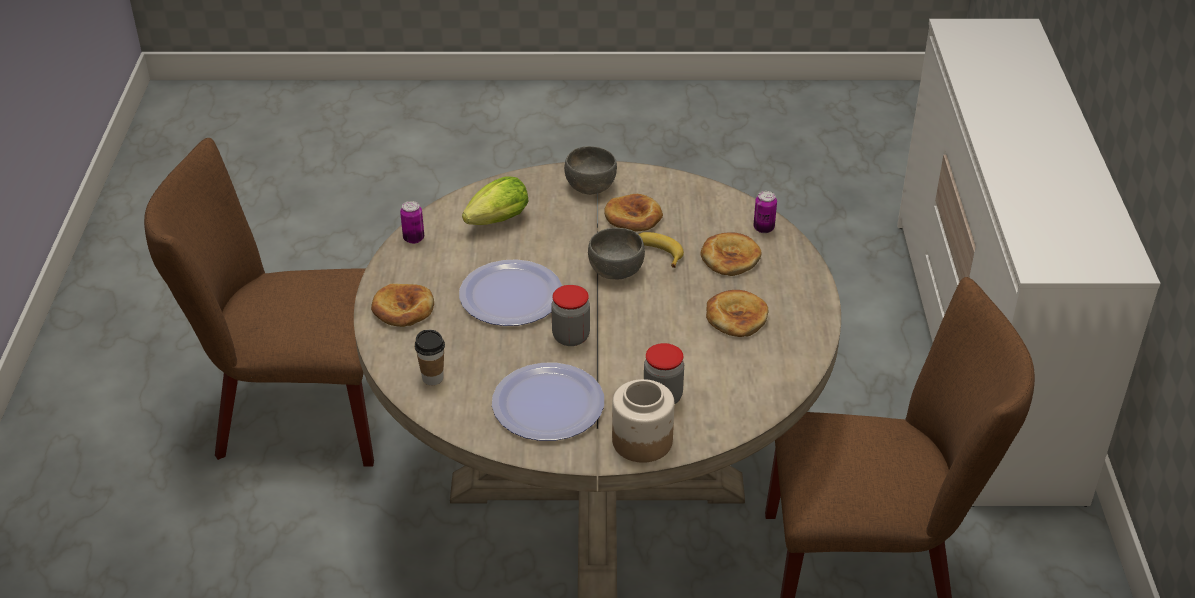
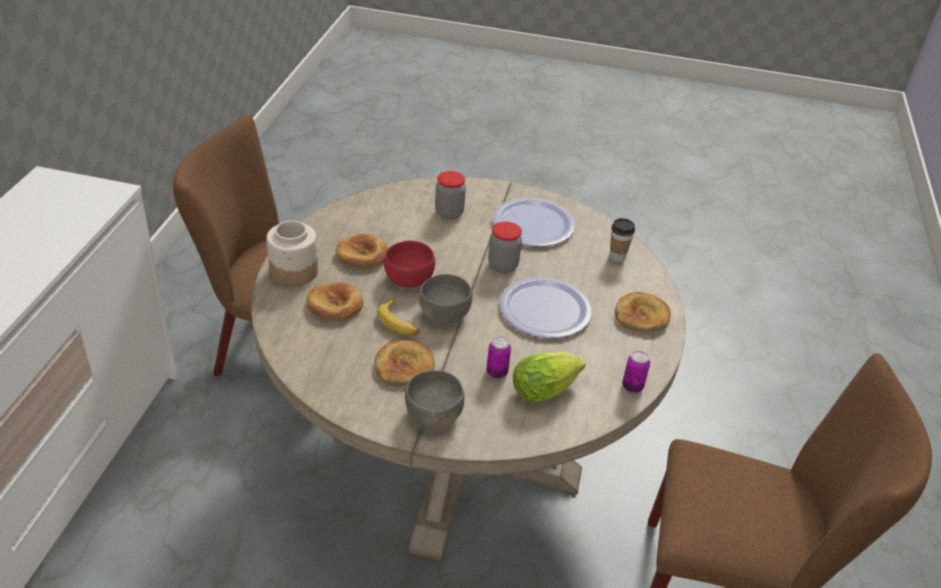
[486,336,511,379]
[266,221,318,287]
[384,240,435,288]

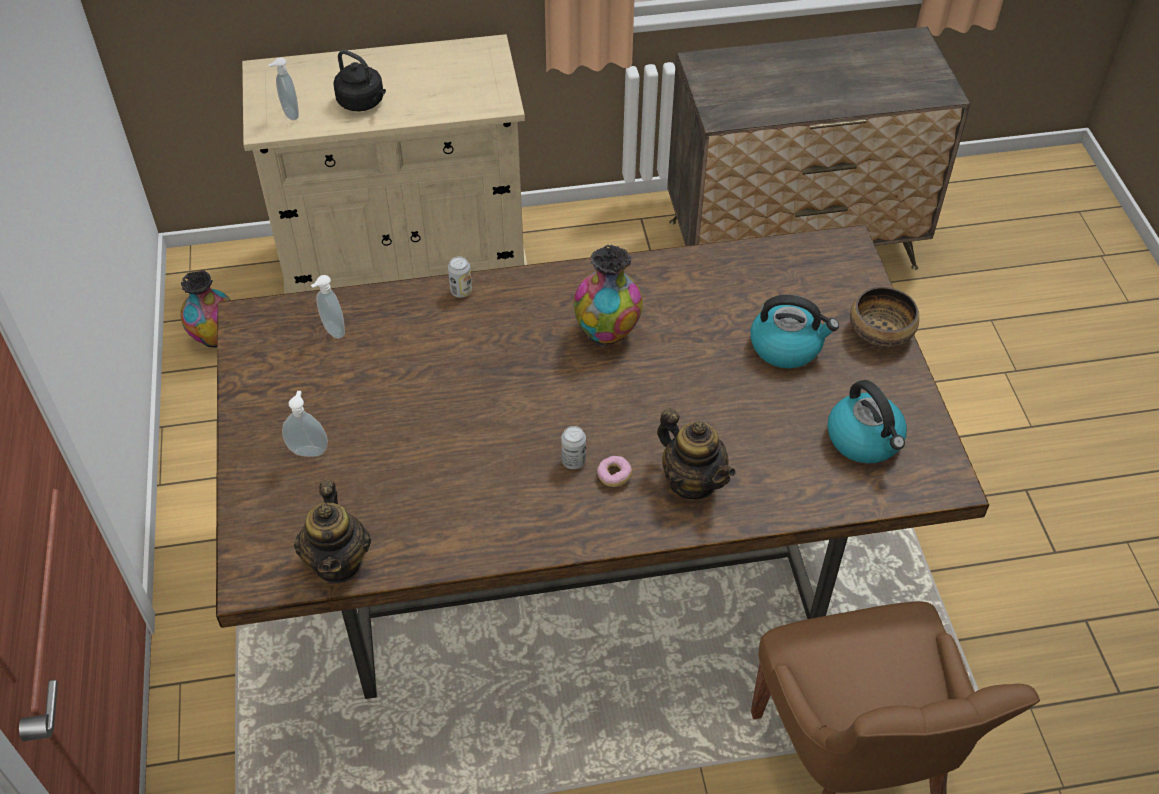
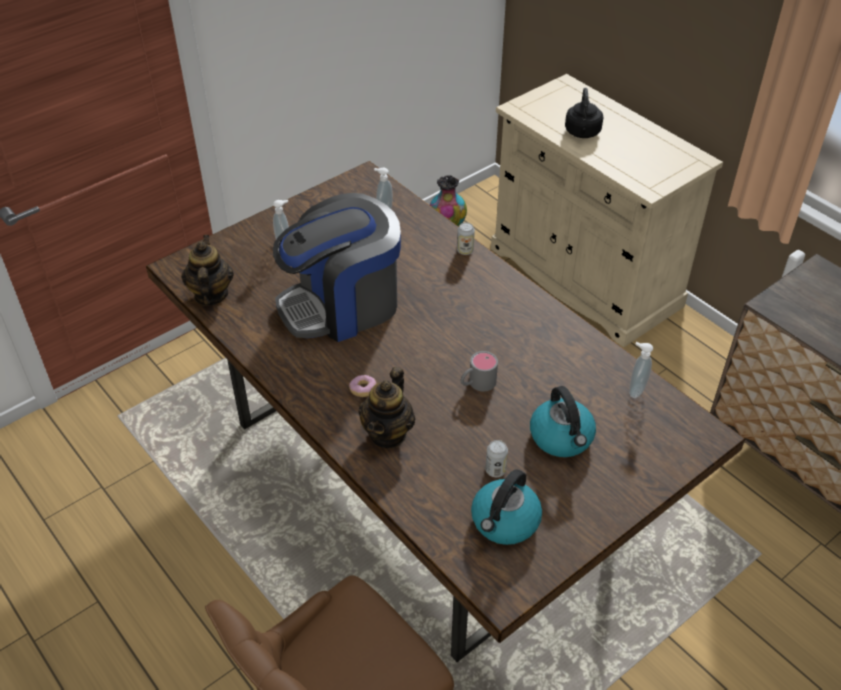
[629,342,653,398]
[574,245,643,347] (first image)
[850,287,919,348] (first image)
[485,440,508,477]
[181,235,234,306]
[273,193,401,342]
[461,351,498,391]

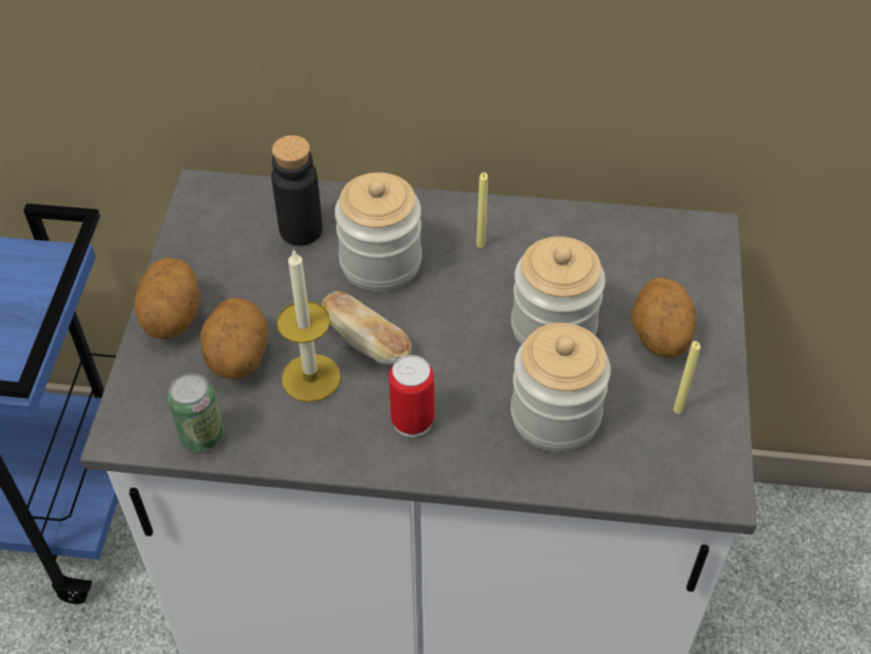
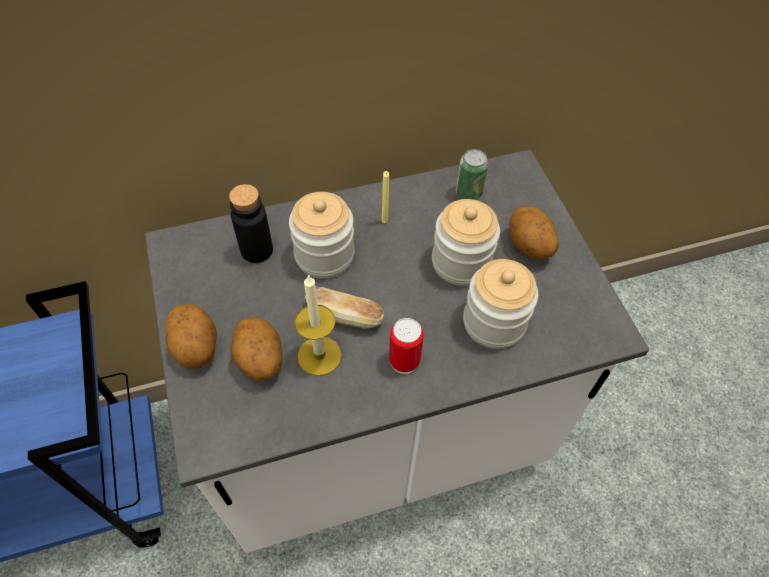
[673,341,701,414] (first image)
[456,149,488,200]

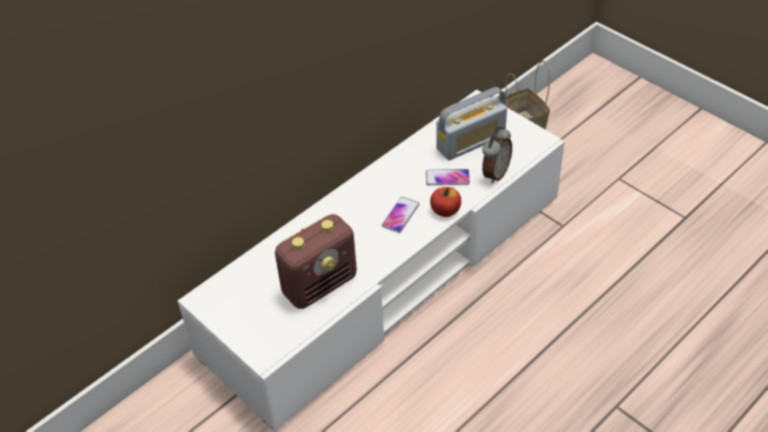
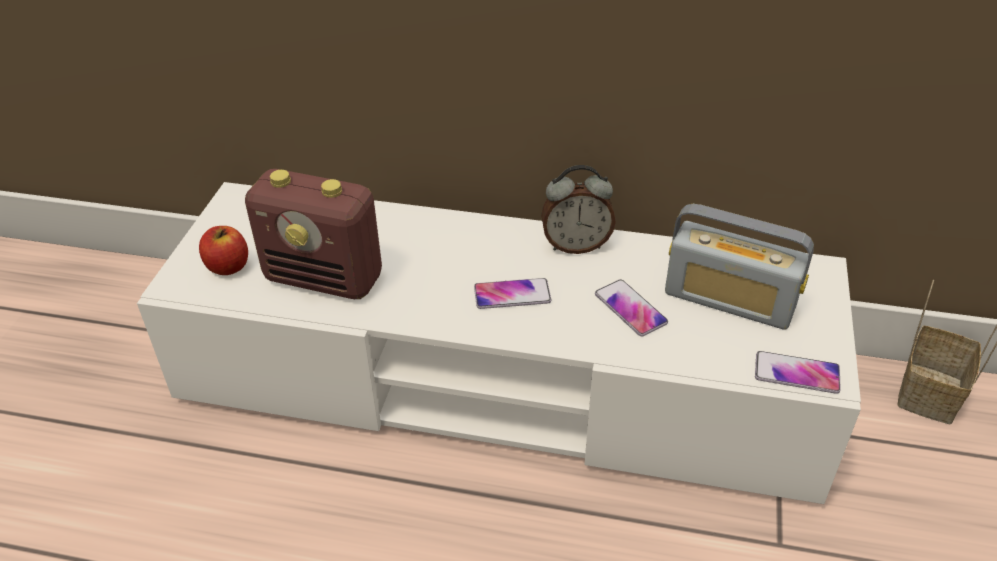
[541,165,616,254]
[199,226,248,275]
[755,351,841,394]

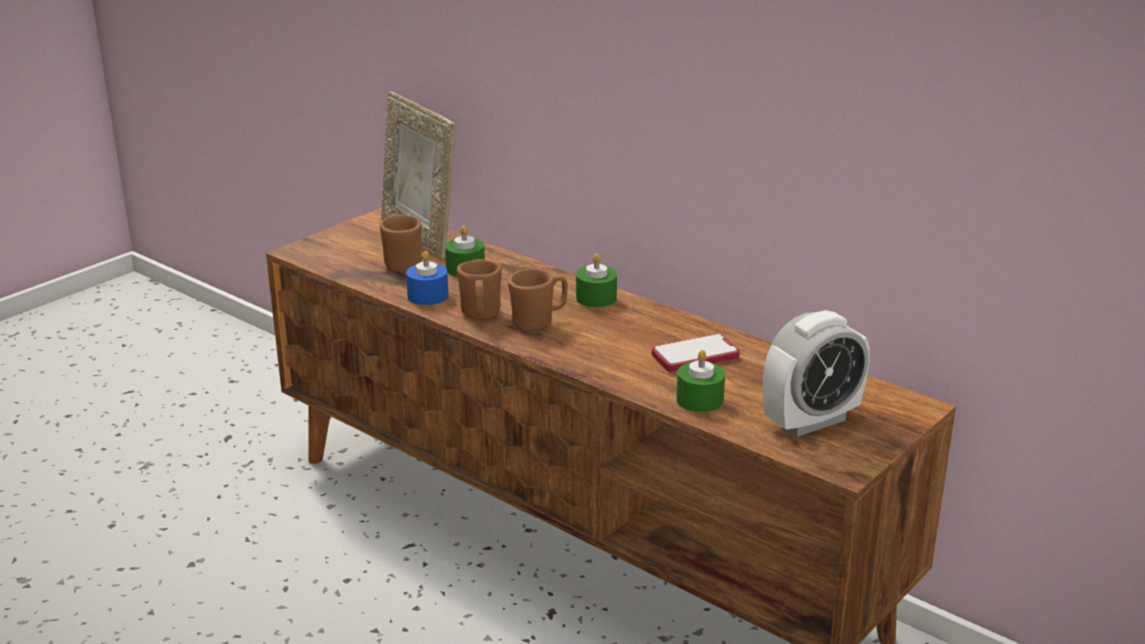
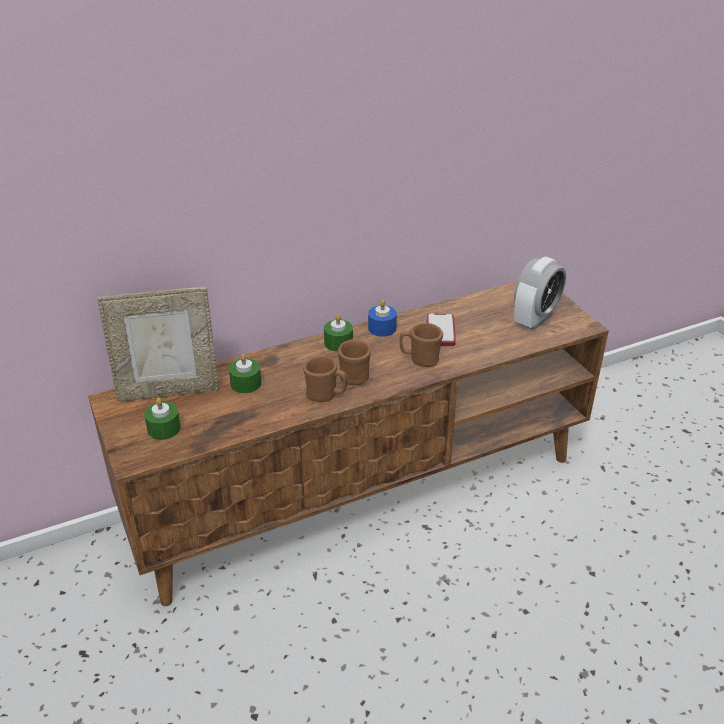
[400,323,443,367]
[368,300,397,337]
[514,257,566,330]
[144,398,181,440]

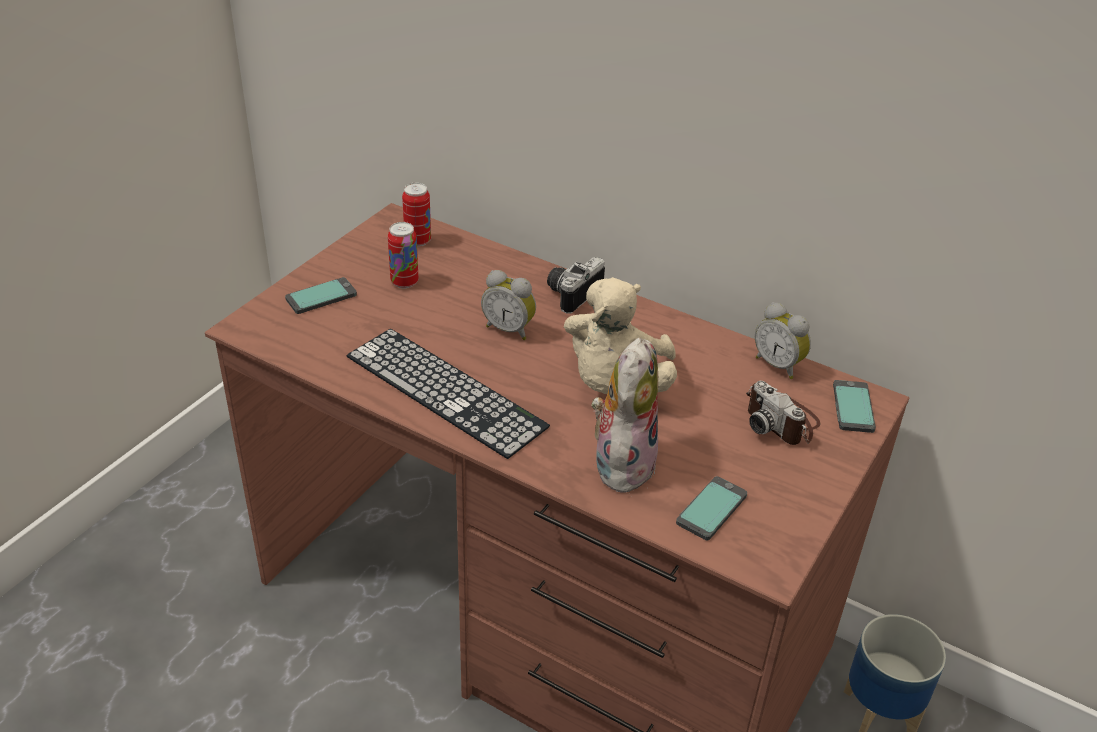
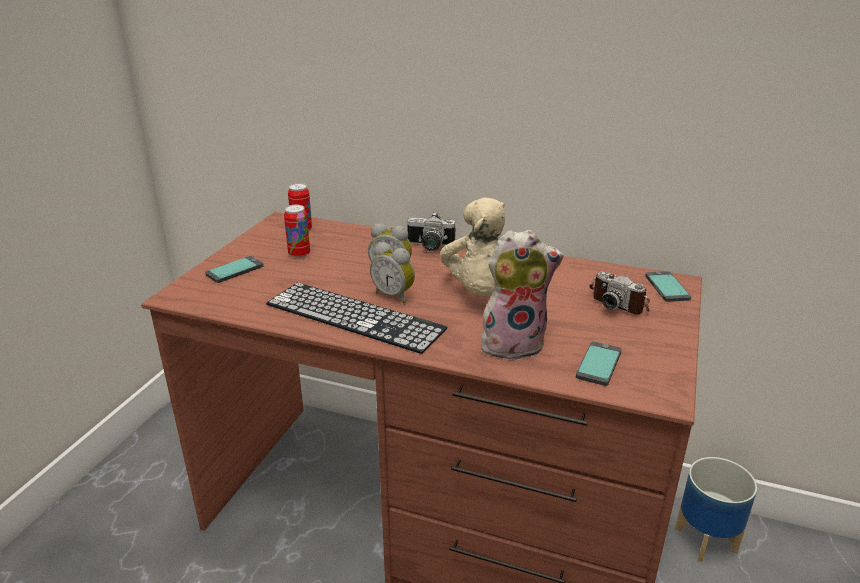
[407,212,455,251]
[370,242,415,304]
[481,230,564,360]

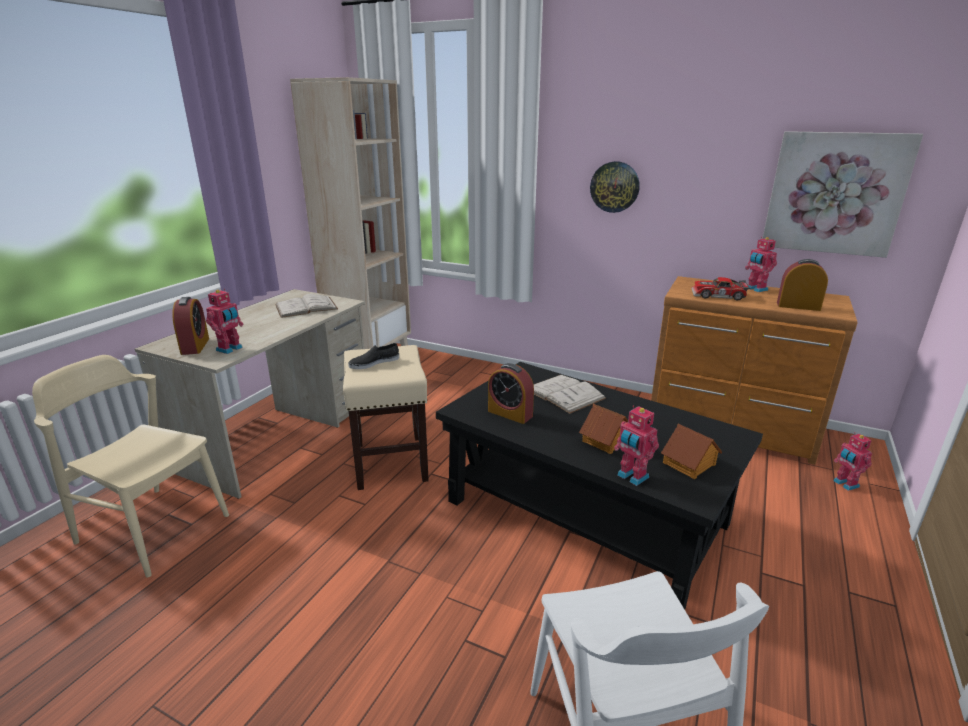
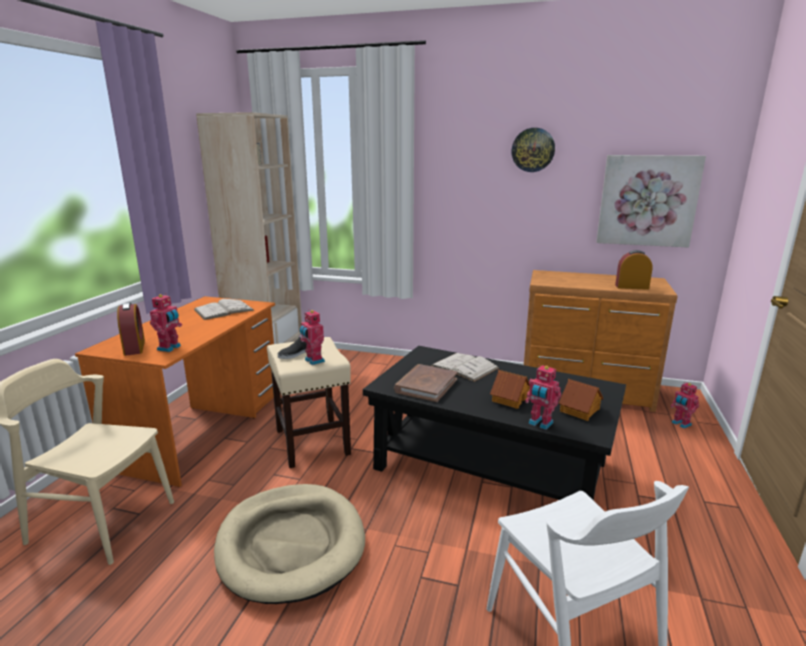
[512,128,555,172]
[300,309,325,365]
[691,277,750,301] (first image)
[75,296,275,487]
[394,364,458,402]
[214,484,365,604]

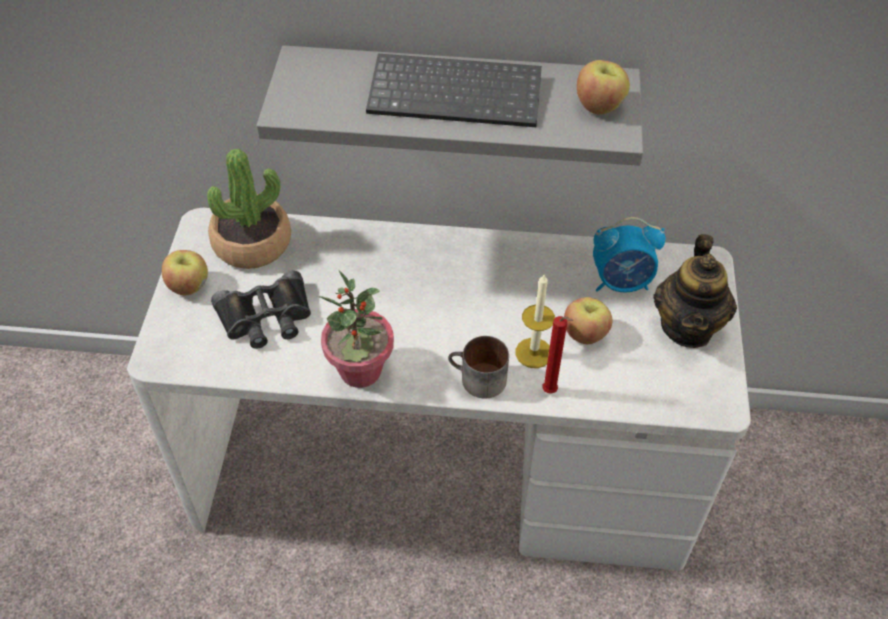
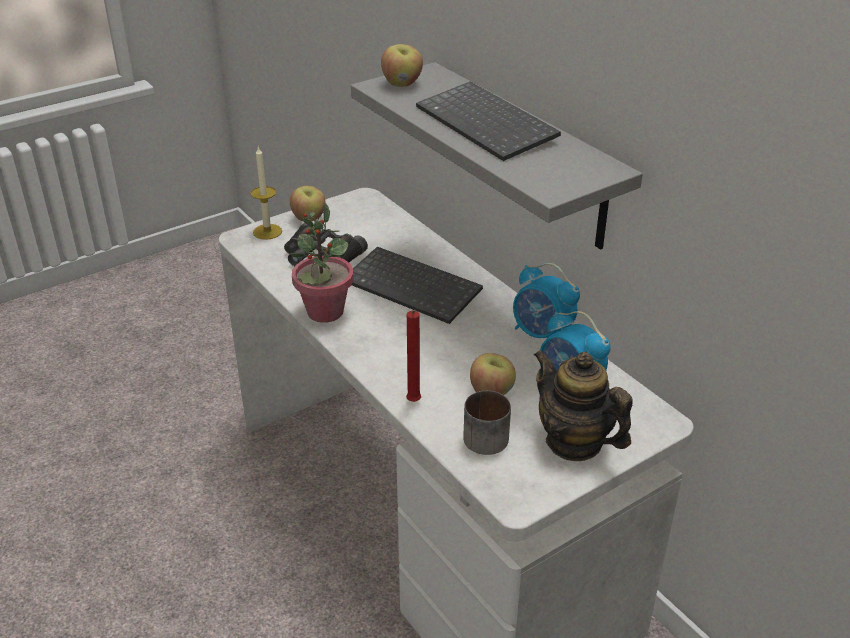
[381,44,423,87]
[207,149,291,269] (first image)
[534,350,633,461]
[251,147,282,240]
[463,391,511,455]
[352,247,483,324]
[513,263,580,338]

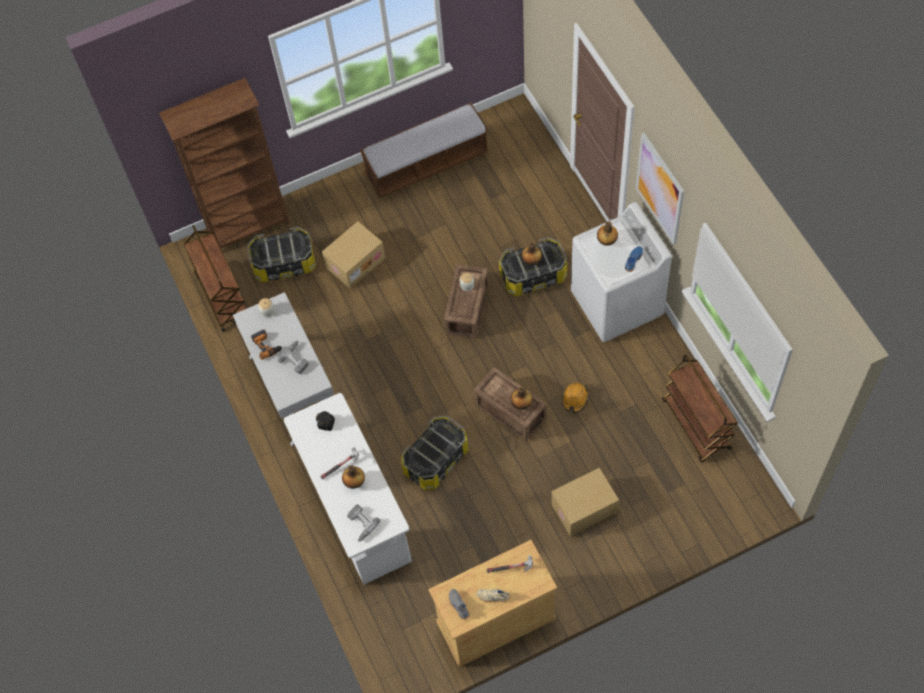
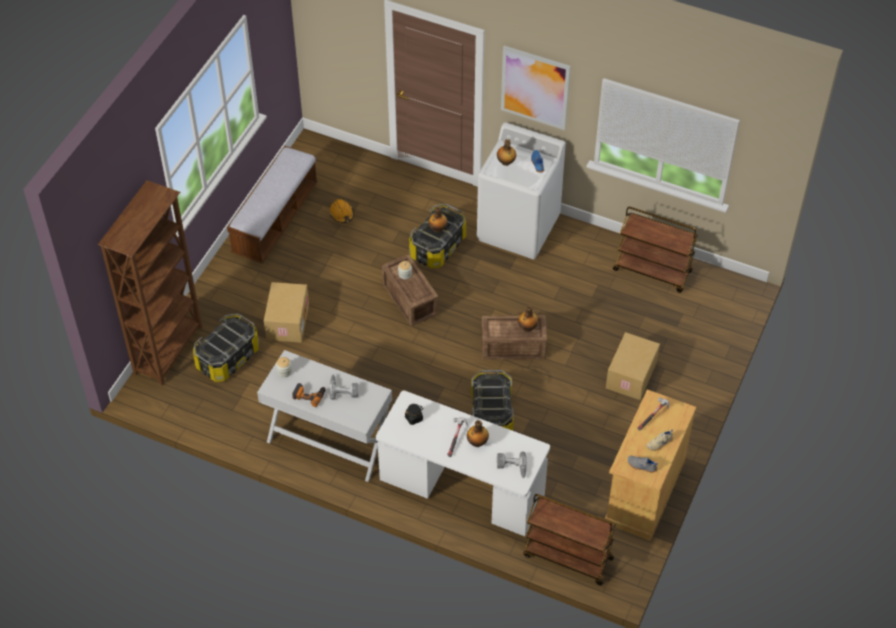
[523,494,616,585]
[330,199,354,223]

